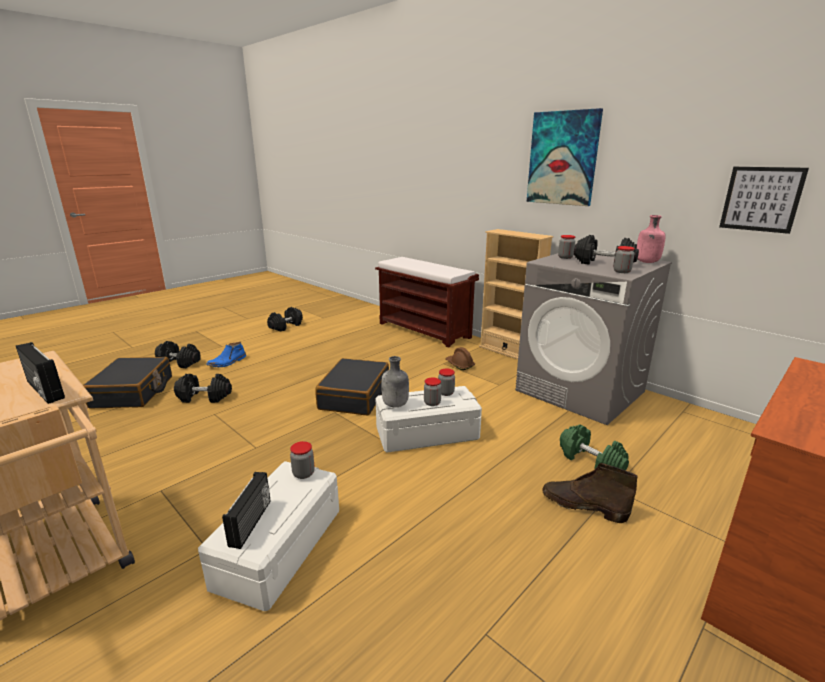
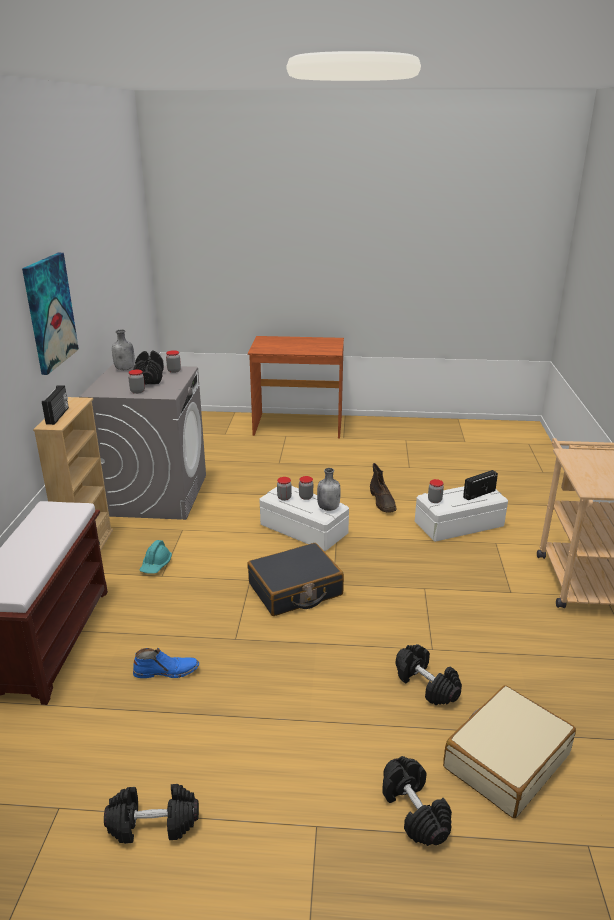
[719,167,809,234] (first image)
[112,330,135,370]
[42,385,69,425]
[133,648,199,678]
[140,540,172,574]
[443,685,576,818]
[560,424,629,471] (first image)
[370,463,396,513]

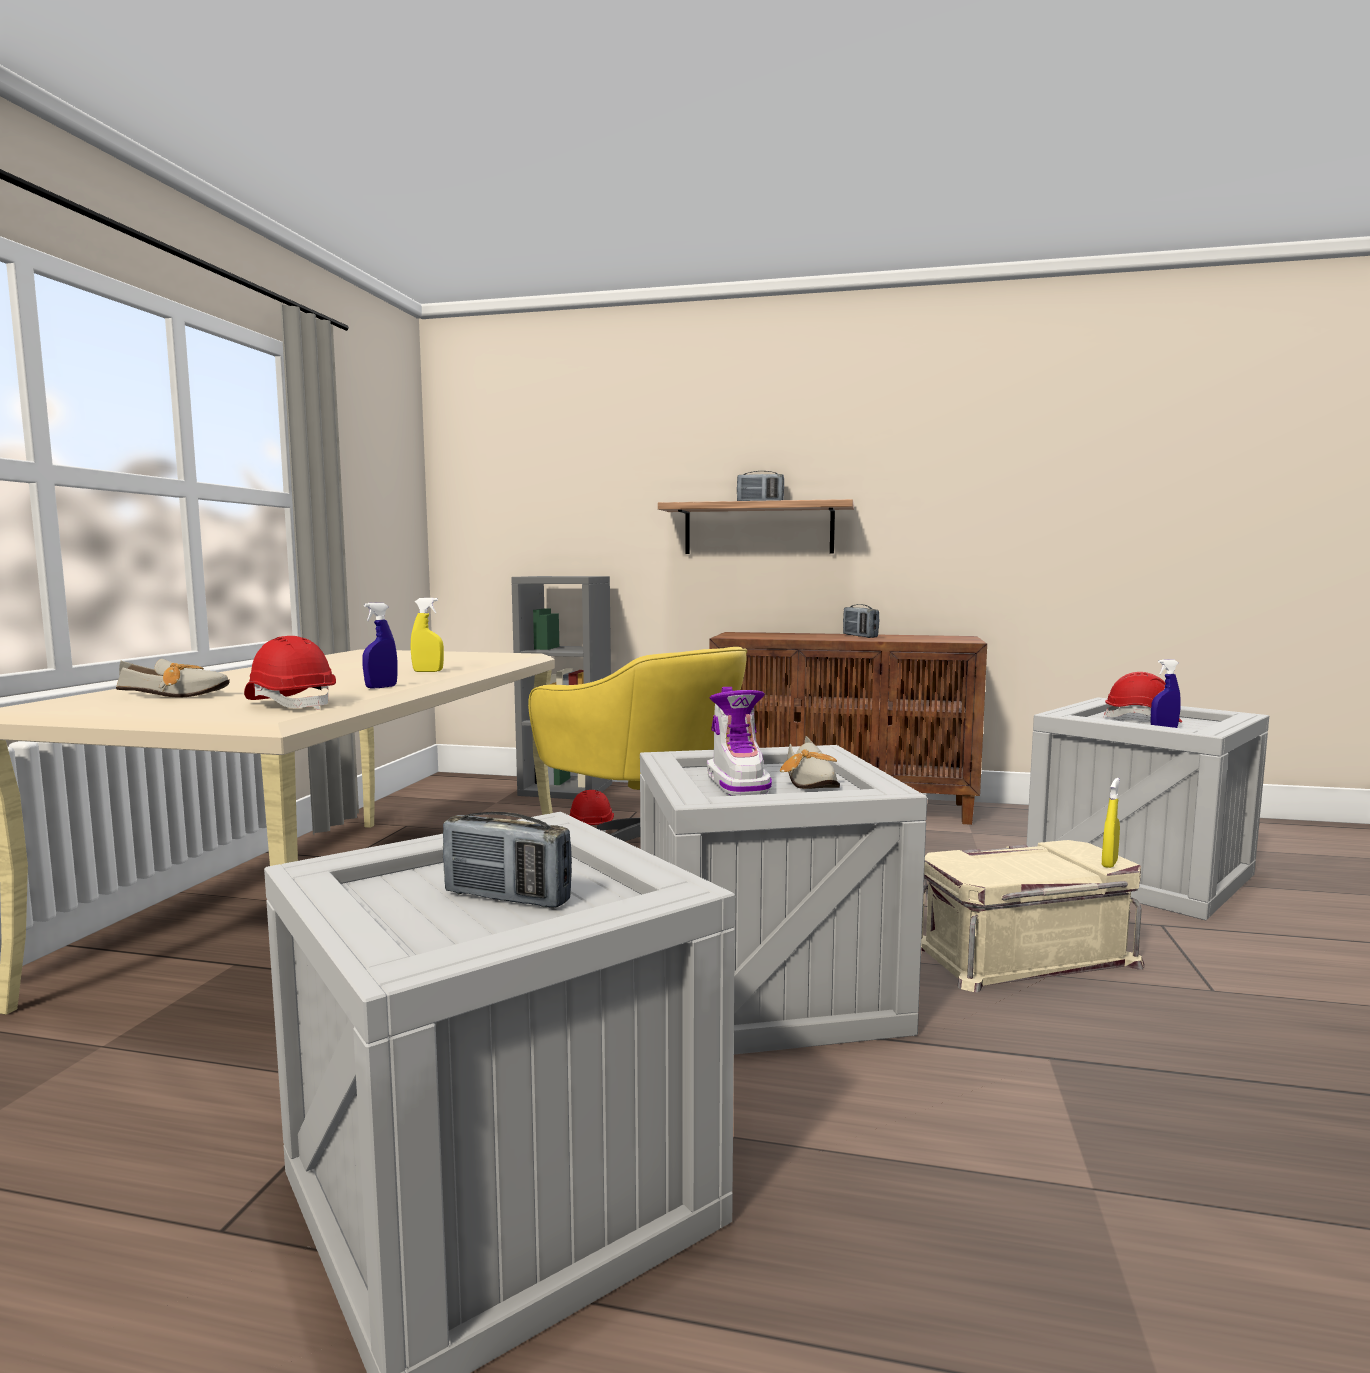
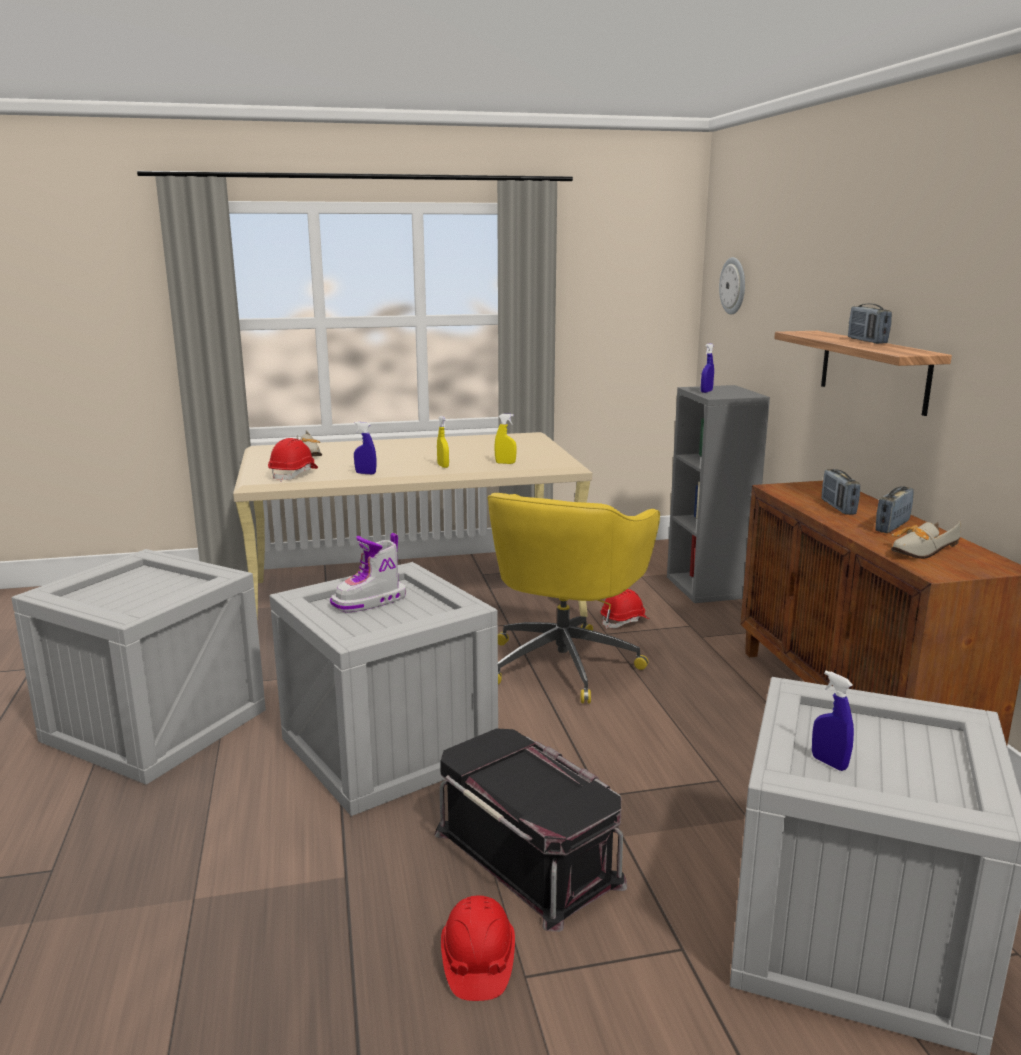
[441,895,515,1001]
[891,520,961,559]
[494,414,517,464]
[822,469,860,515]
[435,728,627,932]
[719,257,745,315]
[701,343,714,393]

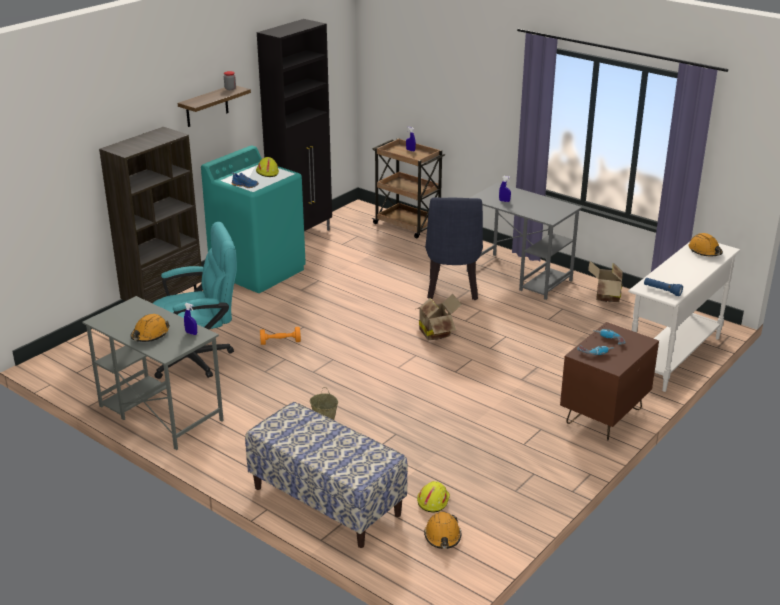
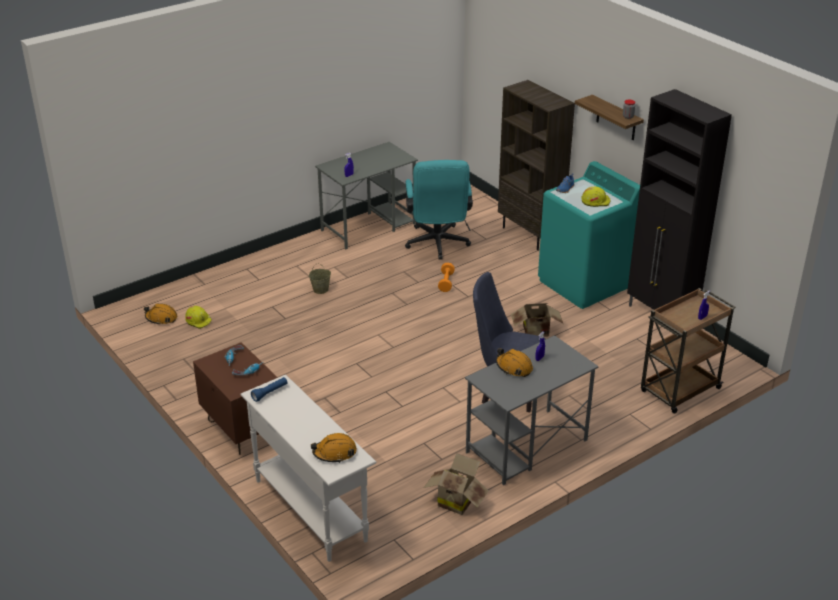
[511,303,563,337]
[496,349,533,377]
[245,402,408,548] (first image)

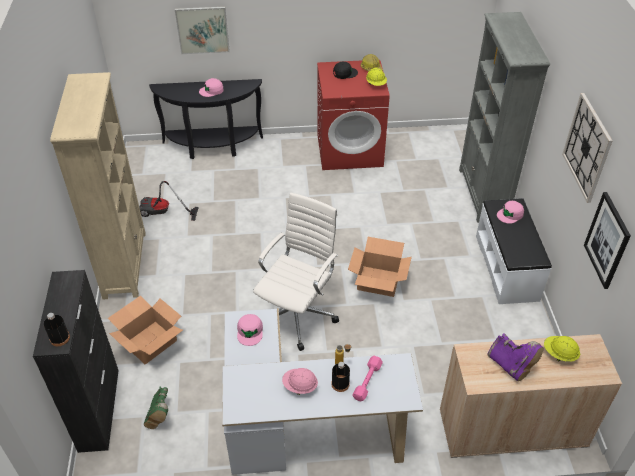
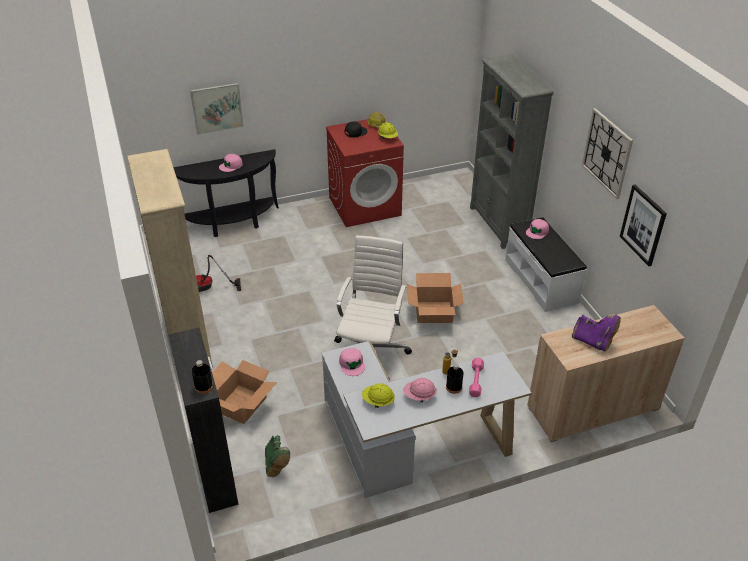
[362,383,395,408]

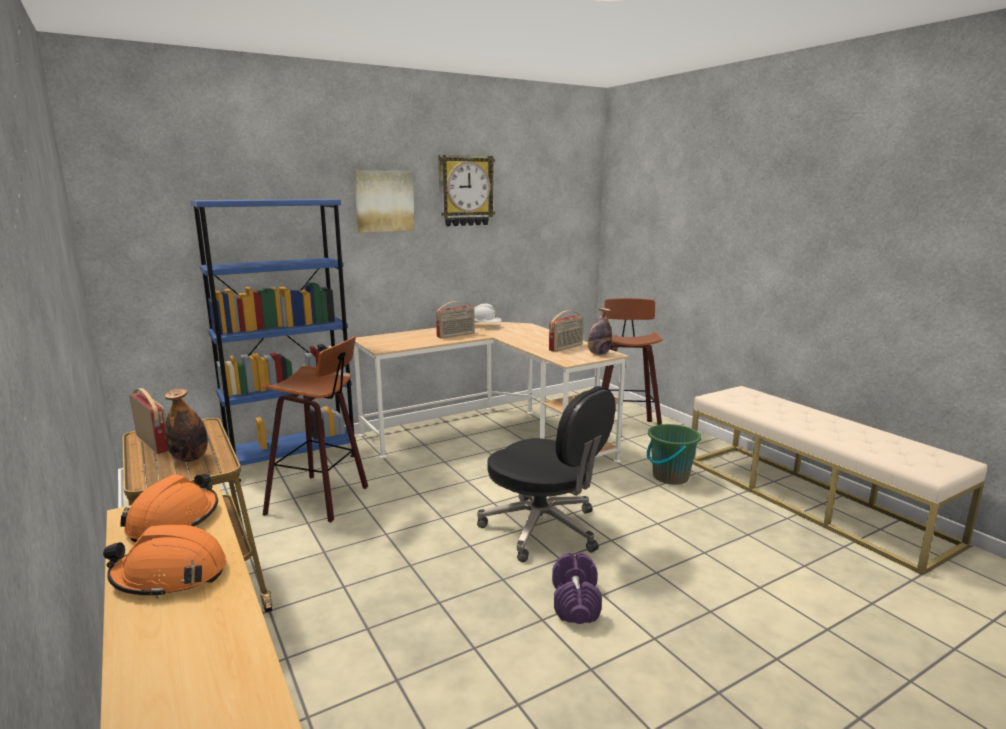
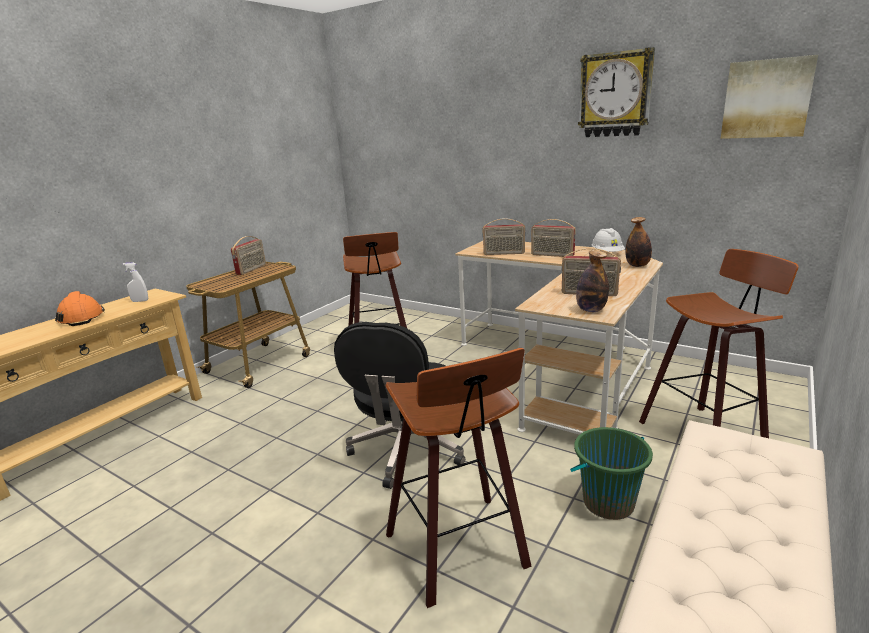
[720,55,818,139]
[190,199,356,482] (first image)
[625,217,652,267]
[123,262,148,302]
[552,552,602,624] (first image)
[482,218,526,255]
[385,348,532,608]

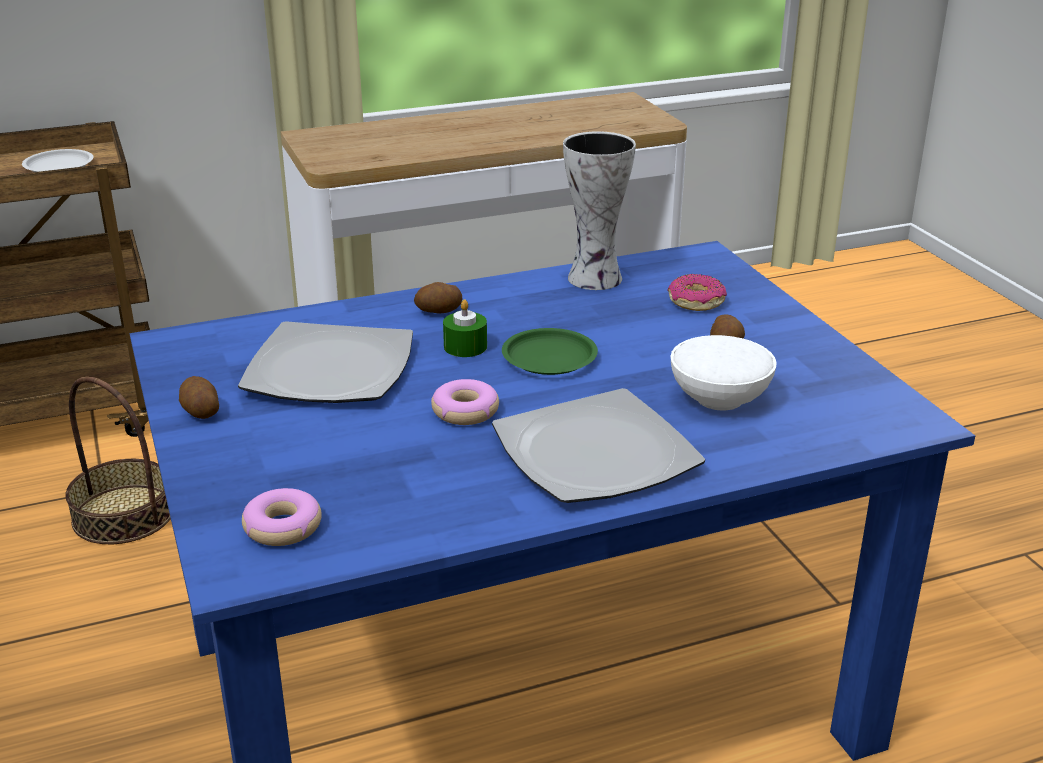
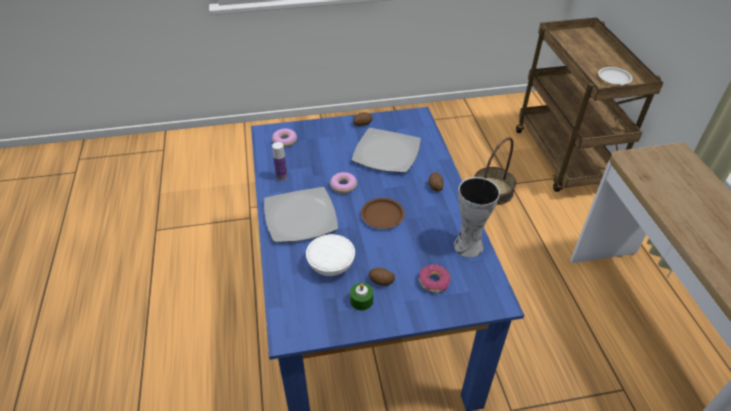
[350,283,373,311]
[361,198,405,229]
[272,142,288,181]

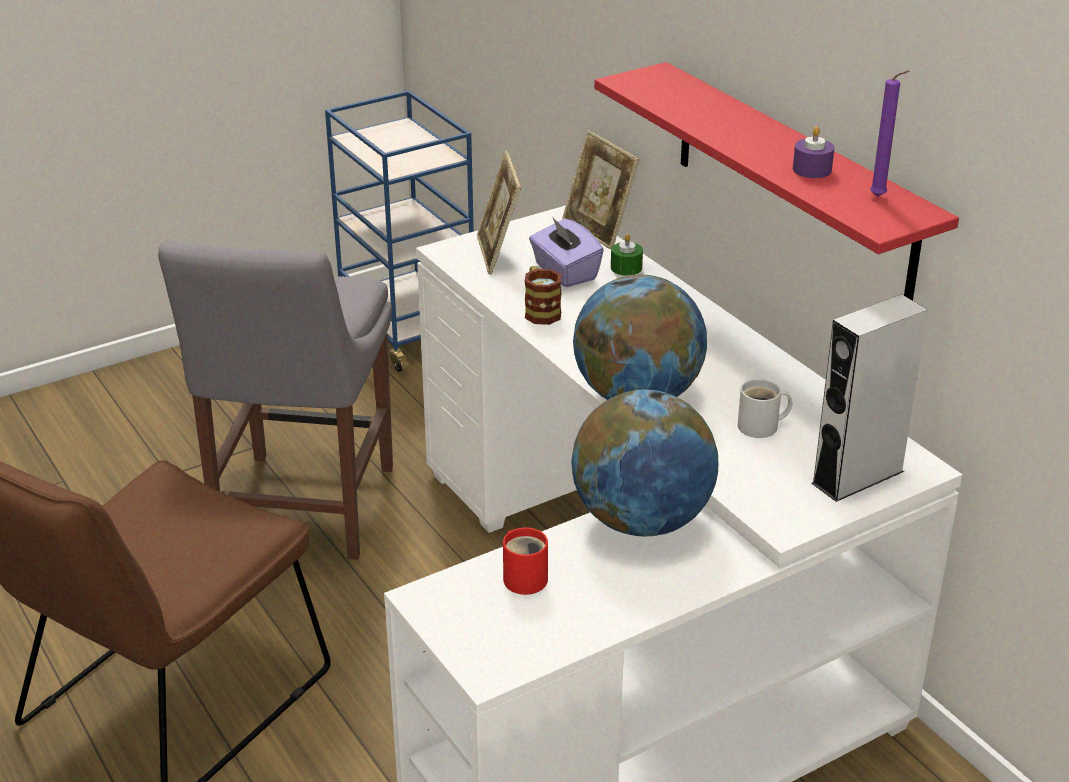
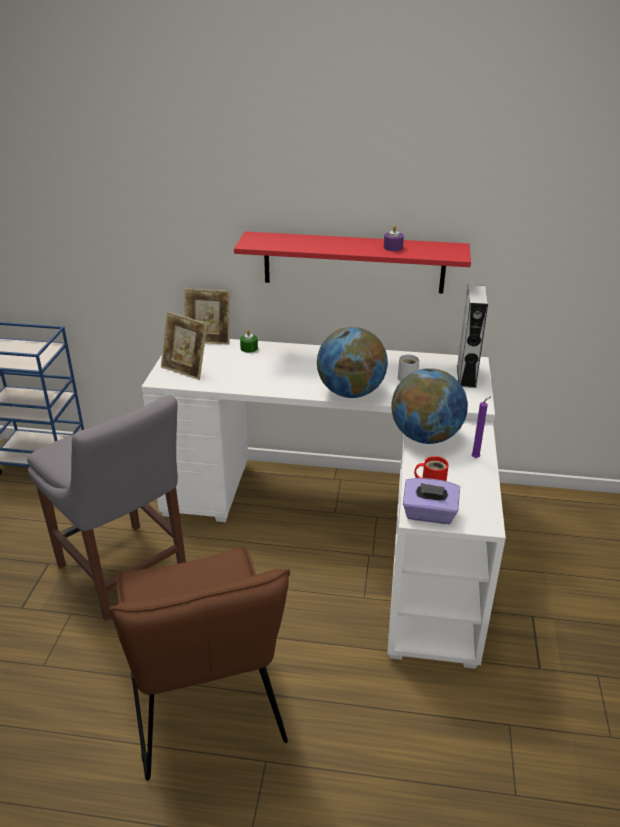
[471,396,492,458]
[403,478,460,524]
[525,266,562,325] (first image)

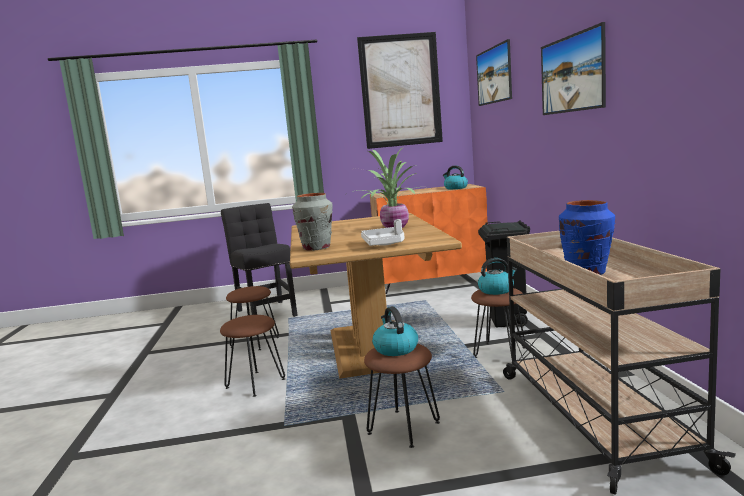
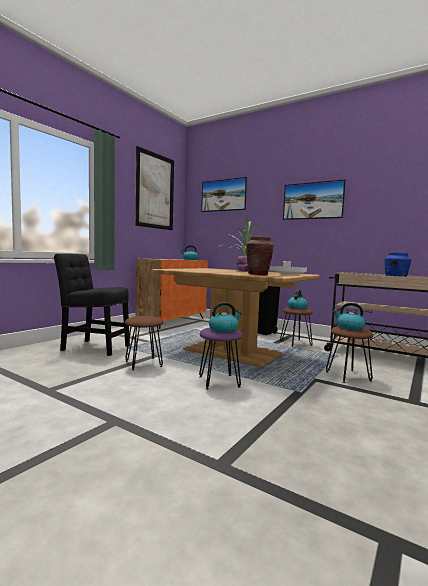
[246,237,274,275]
[199,327,243,389]
[209,302,242,332]

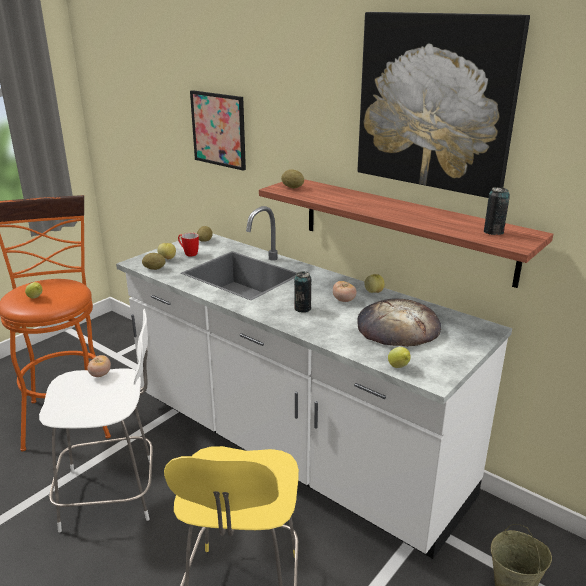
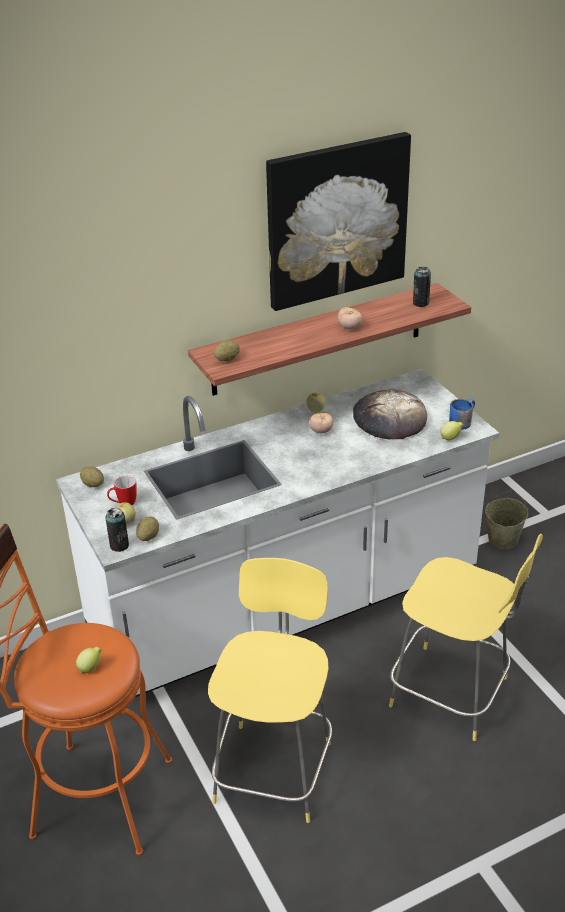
[190,90,246,171] (first image)
[105,508,129,552]
[208,558,332,823]
[338,307,363,329]
[449,399,475,430]

